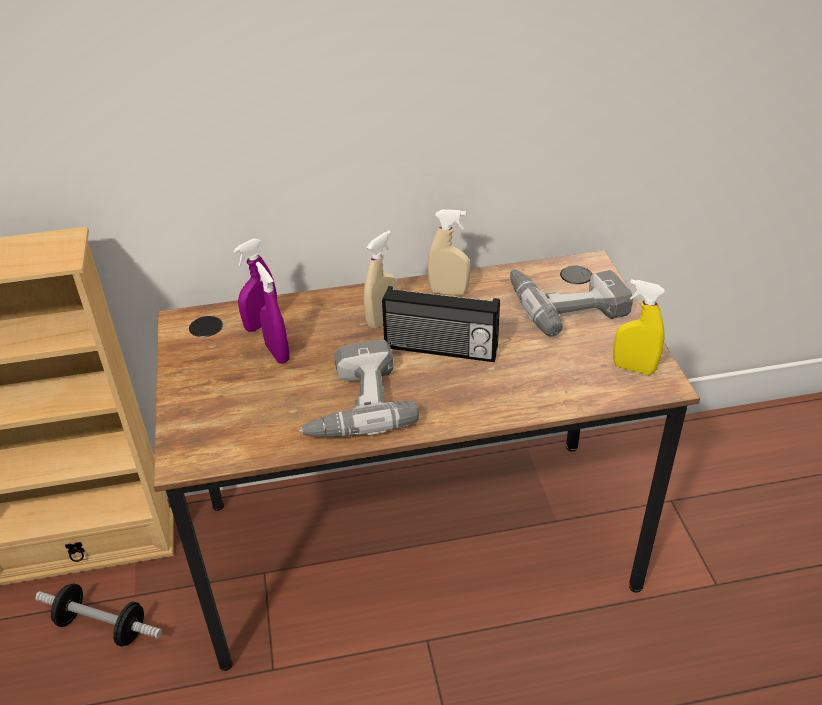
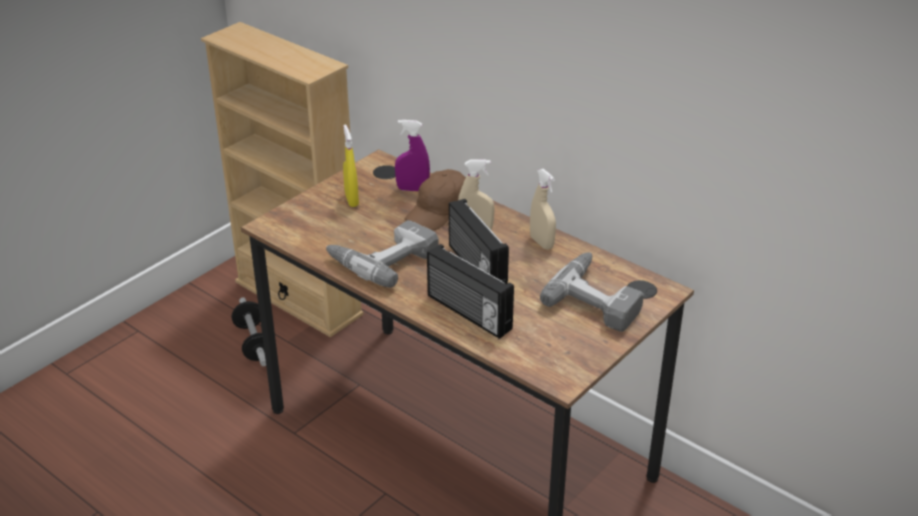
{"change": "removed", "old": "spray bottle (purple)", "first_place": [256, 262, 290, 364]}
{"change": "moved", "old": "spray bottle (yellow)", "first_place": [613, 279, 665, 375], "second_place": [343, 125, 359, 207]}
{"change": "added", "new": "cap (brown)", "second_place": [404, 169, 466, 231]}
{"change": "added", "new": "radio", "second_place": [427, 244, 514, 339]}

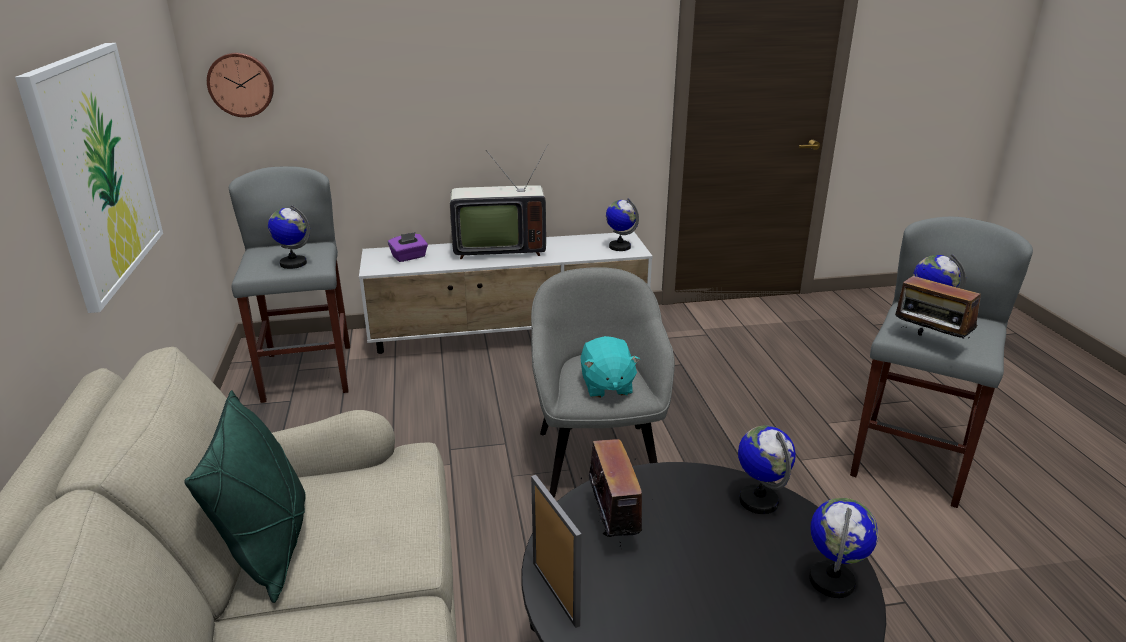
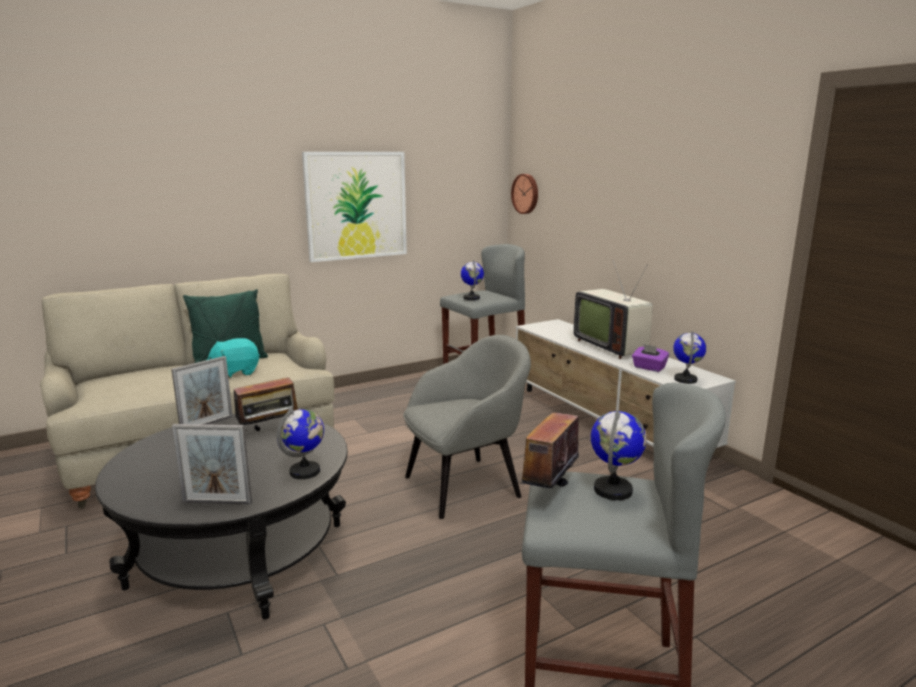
{"change": "moved", "old": "tissue box (purple)", "first_place": [388, 232, 428, 262], "second_place": [632, 344, 669, 372]}
{"change": "moved", "old": "plush toy (turquoise)", "first_place": [581, 336, 640, 398], "second_place": [207, 338, 260, 378]}
{"change": "replaced", "old": "globe", "new": "picture frame", "first_place": [809, 498, 878, 598], "second_place": [172, 424, 252, 504]}

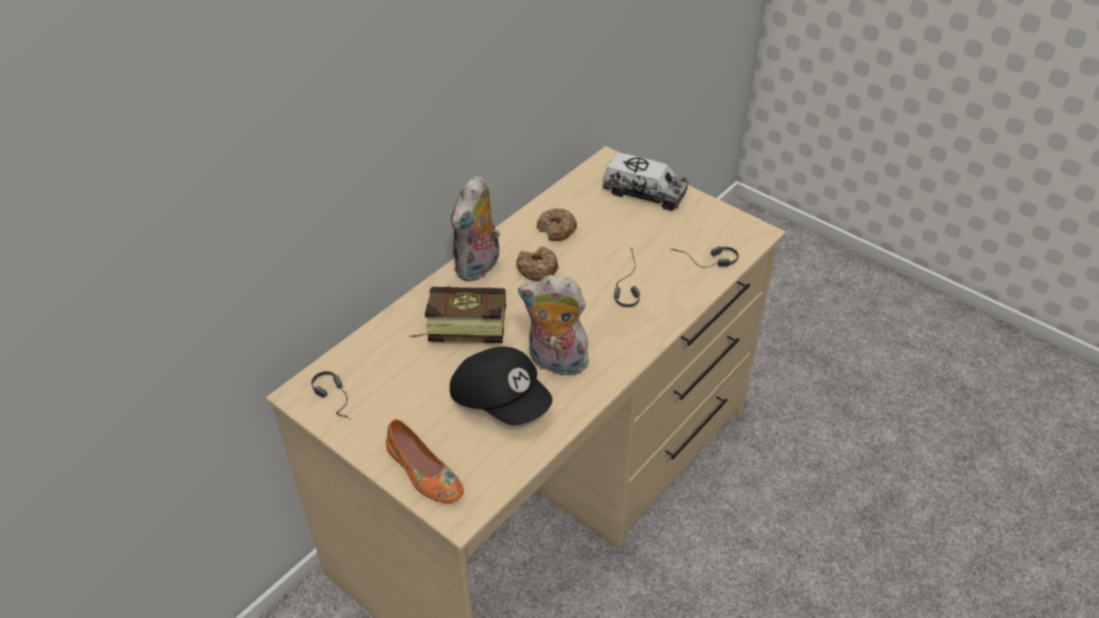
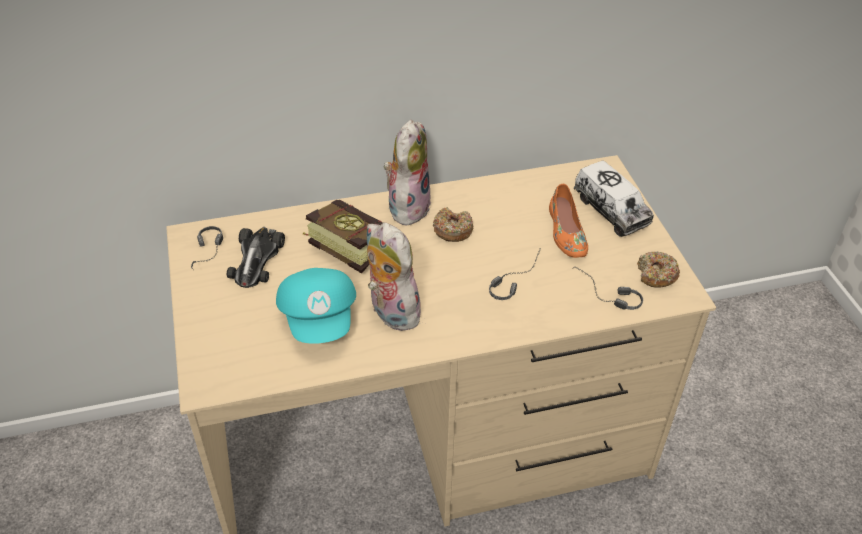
{"change": "moved", "old": "shoe (orange)", "first_place": [386, 419, 464, 503], "second_place": [549, 184, 588, 258]}
{"change": "recoloured", "old": "cap (black)", "new": "cap (turquoise)", "first_place": [450, 347, 552, 425], "second_place": [276, 268, 356, 344]}
{"change": "turned", "old": "plush toy", "first_place": [451, 176, 505, 282], "second_place": [384, 120, 431, 228], "degrees": 135}
{"change": "moved", "old": "donut", "first_place": [537, 208, 577, 241], "second_place": [637, 251, 680, 288]}
{"change": "added", "new": "toy car", "second_place": [227, 227, 285, 288]}

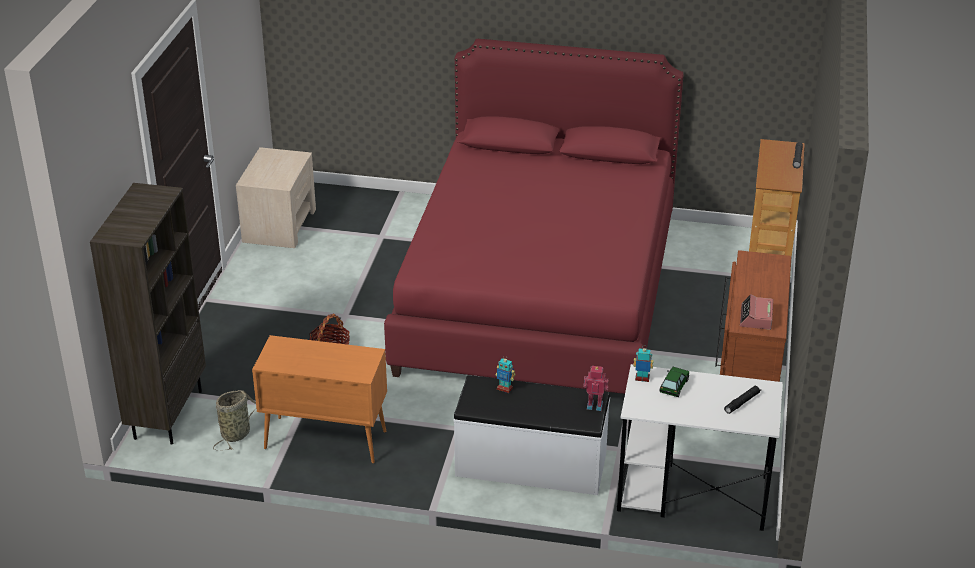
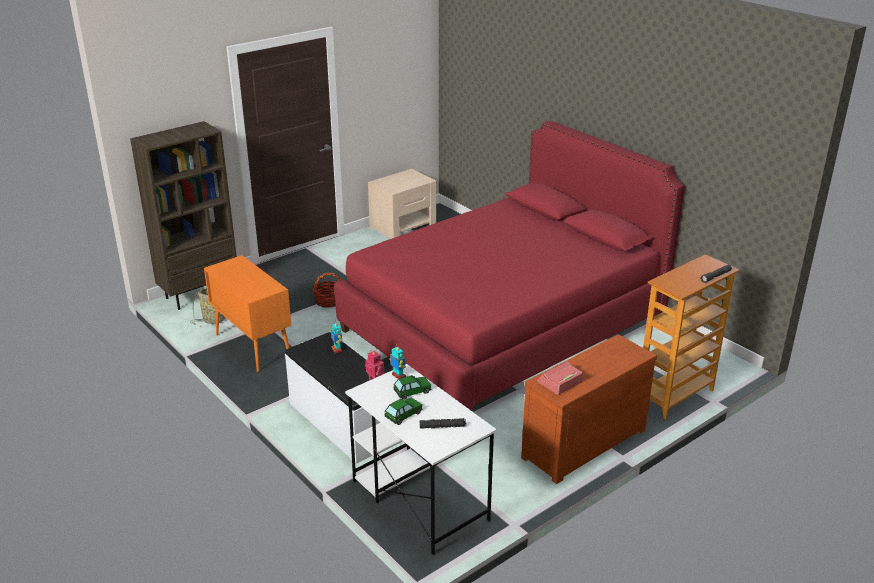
{"change": "added", "new": "toy car", "second_place": [384, 397, 423, 425]}

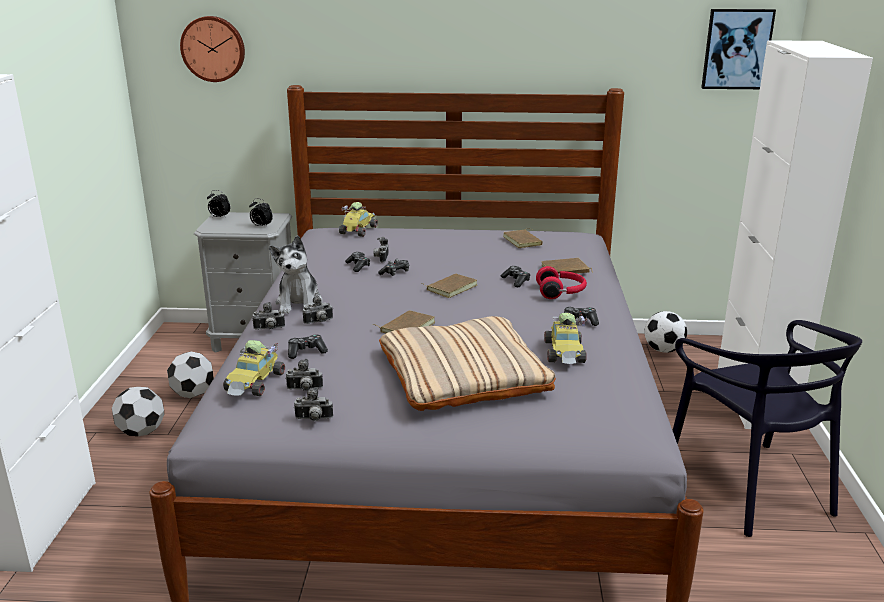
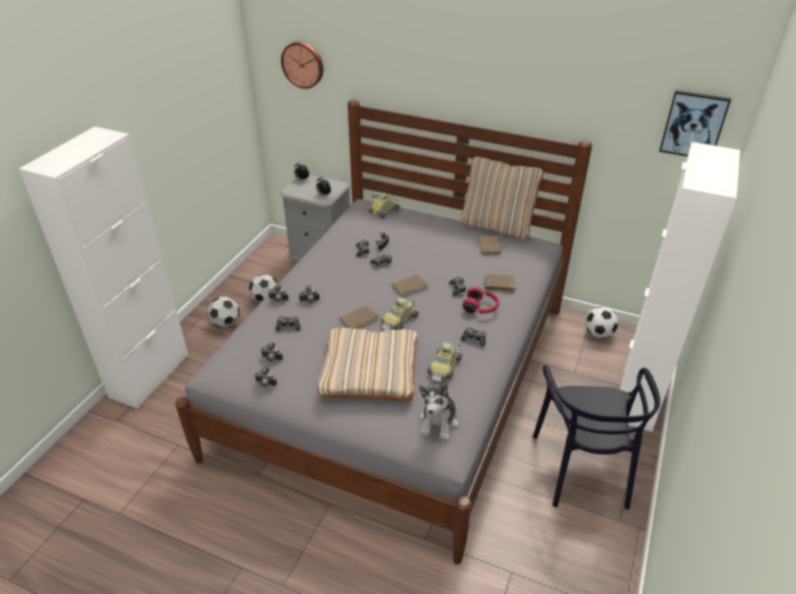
{"change": "moved", "old": "toy car", "first_place": [223, 340, 285, 396], "second_place": [381, 297, 419, 330]}
{"change": "moved", "old": "plush toy", "first_place": [269, 235, 323, 314], "second_place": [419, 383, 458, 441]}
{"change": "added", "new": "pillow (beige)", "second_place": [461, 157, 543, 240]}

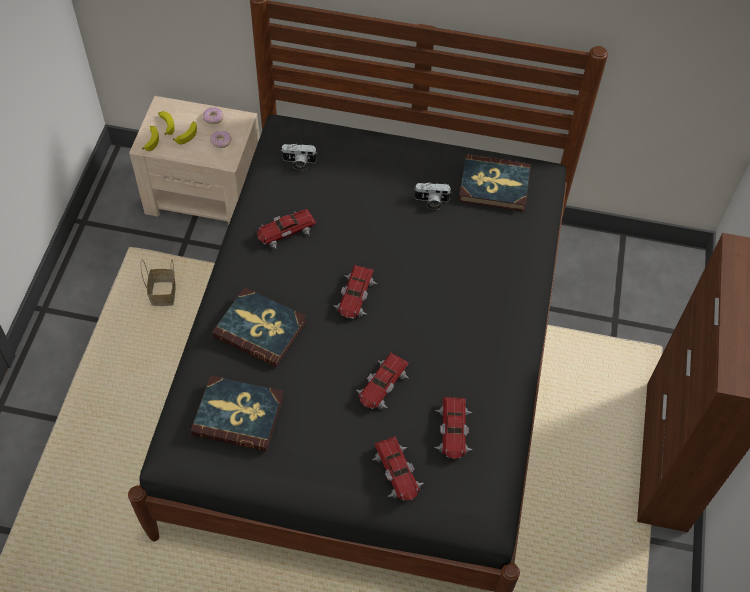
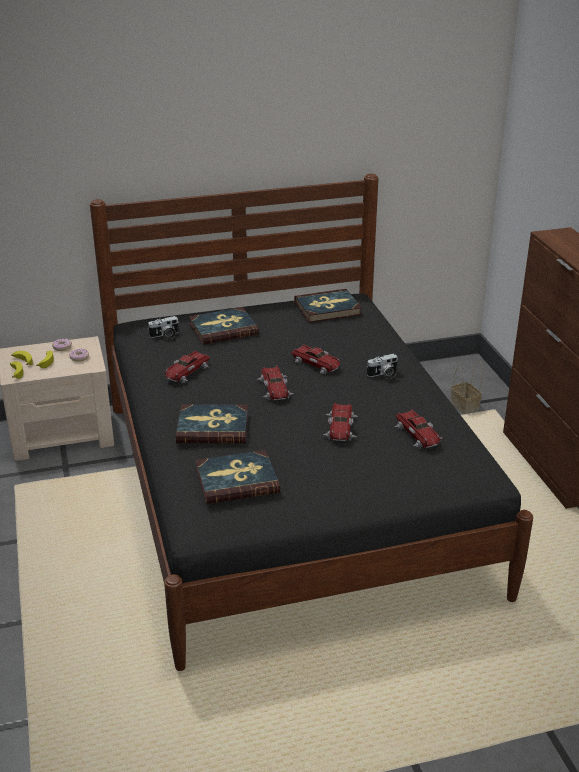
{"change": "moved", "old": "basket", "first_place": [140, 259, 176, 306], "second_place": [451, 361, 483, 414]}
{"change": "moved", "old": "toy car", "first_place": [372, 436, 424, 501], "second_place": [291, 344, 340, 374]}
{"change": "moved", "old": "photo camera", "first_place": [414, 183, 451, 210], "second_place": [367, 354, 398, 379]}
{"change": "added", "new": "book", "second_place": [189, 307, 259, 345]}

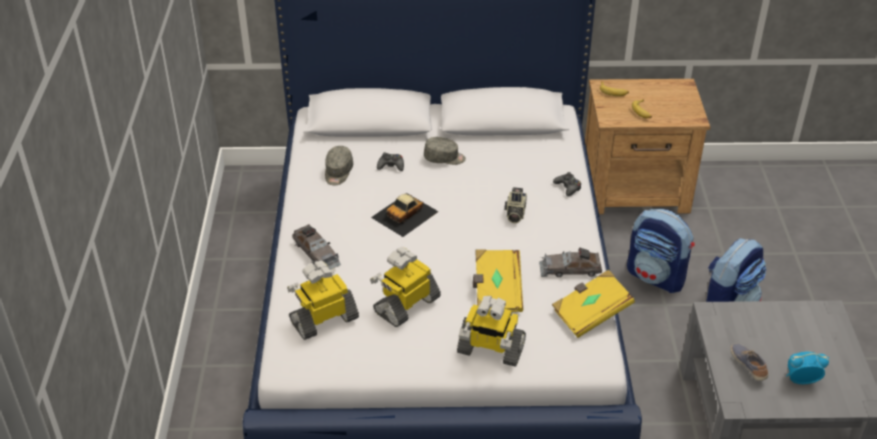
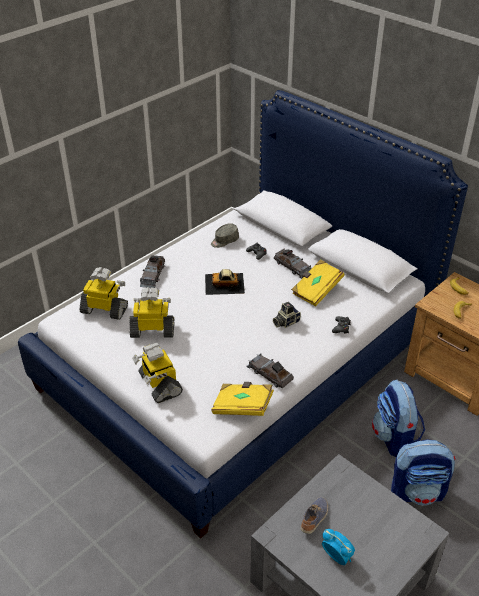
{"change": "replaced", "old": "cap (grey)", "new": "toy car (grey)", "first_place": [424, 137, 466, 165], "second_place": [274, 249, 311, 279]}
{"change": "moved", "old": "book (yellow)", "first_place": [473, 249, 523, 312], "second_place": [291, 259, 345, 307]}

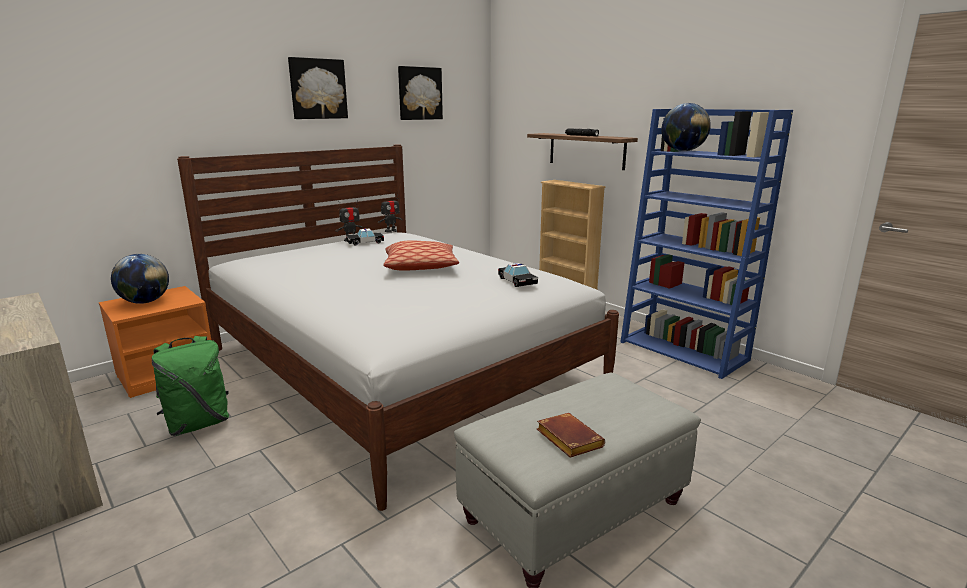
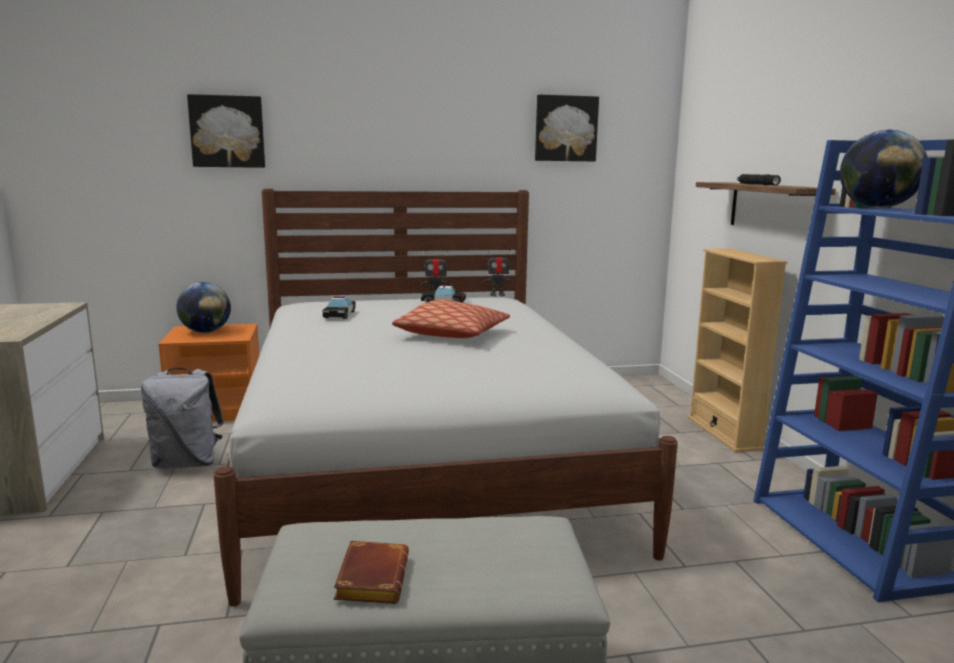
{"change": "recoloured", "old": "backpack (green)", "new": "backpack (grey)", "first_place": [152, 336, 229, 436], "second_place": [141, 368, 224, 468]}
{"change": "moved", "old": "picture", "first_place": [288, 57, 348, 119], "second_place": [187, 94, 265, 168]}
{"change": "moved", "old": "toy car", "first_place": [498, 263, 538, 287], "second_place": [323, 296, 355, 319]}

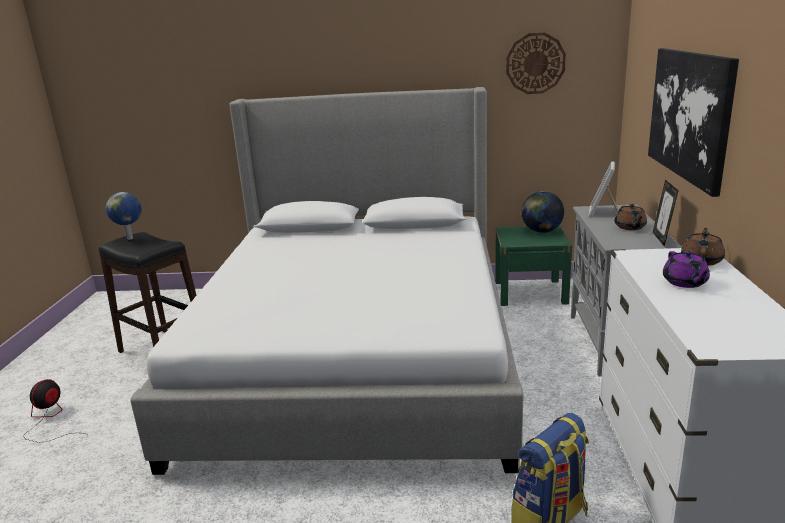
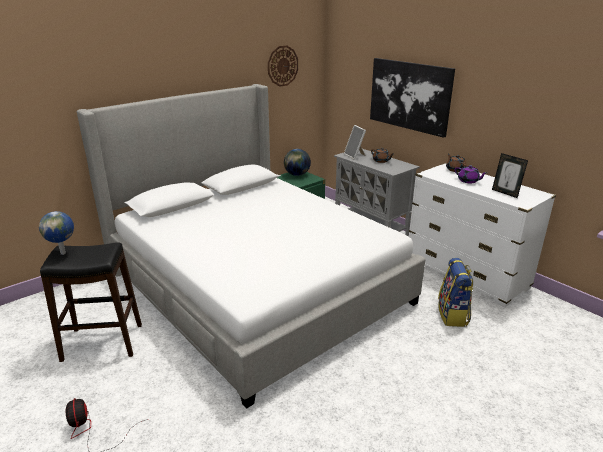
{"change": "moved", "old": "picture frame", "first_place": [653, 180, 678, 247], "second_place": [492, 153, 528, 198]}

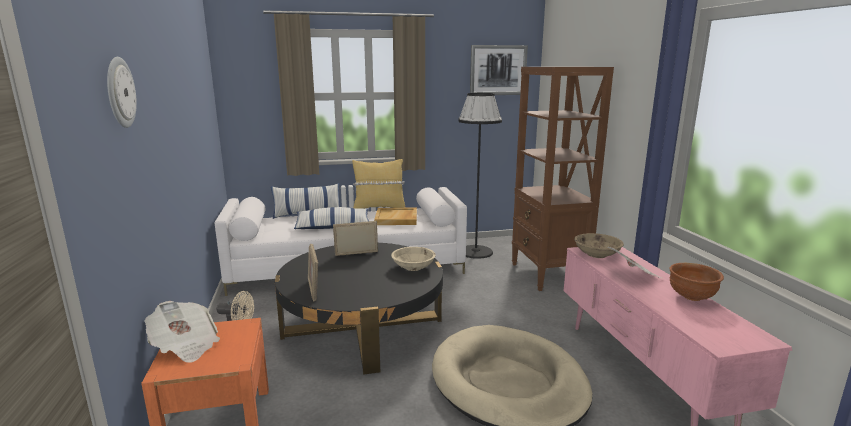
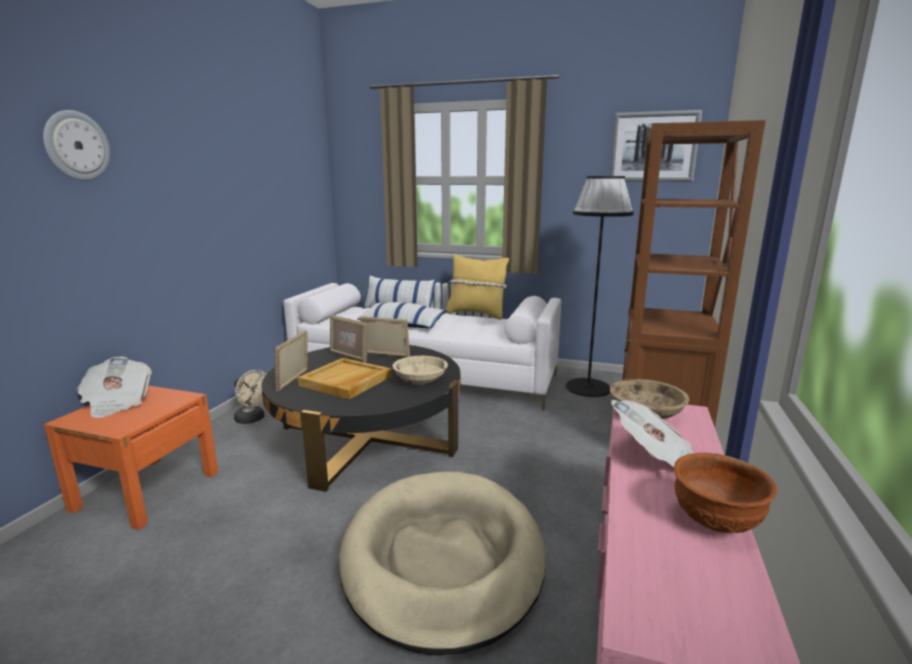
{"change": "moved", "old": "tray (beige)", "first_place": [374, 208, 417, 225], "second_place": [298, 358, 391, 399]}
{"change": "added", "new": "picture frame", "second_place": [330, 315, 368, 363]}

